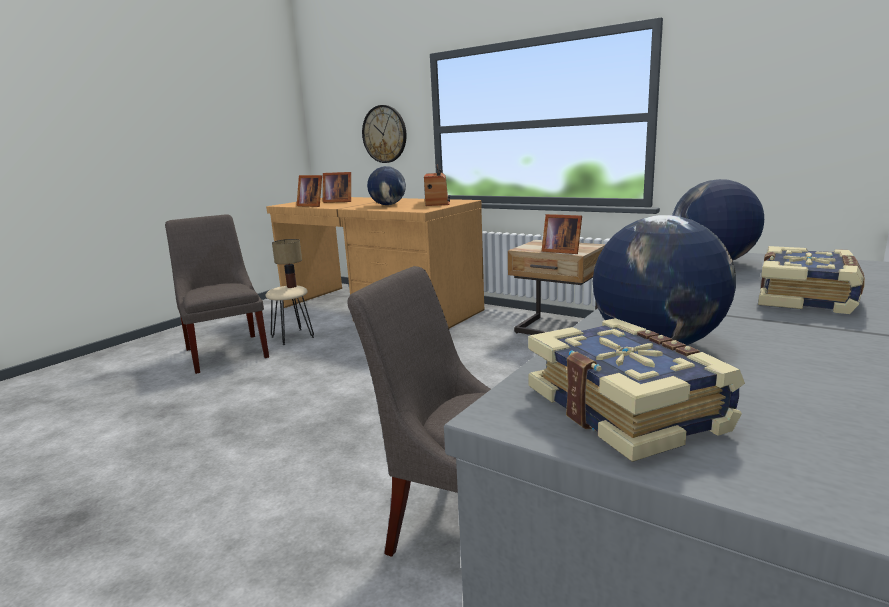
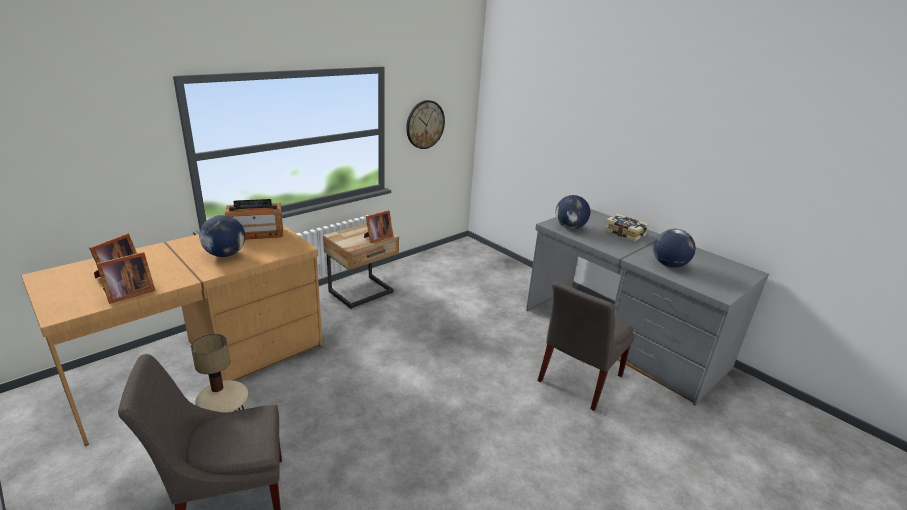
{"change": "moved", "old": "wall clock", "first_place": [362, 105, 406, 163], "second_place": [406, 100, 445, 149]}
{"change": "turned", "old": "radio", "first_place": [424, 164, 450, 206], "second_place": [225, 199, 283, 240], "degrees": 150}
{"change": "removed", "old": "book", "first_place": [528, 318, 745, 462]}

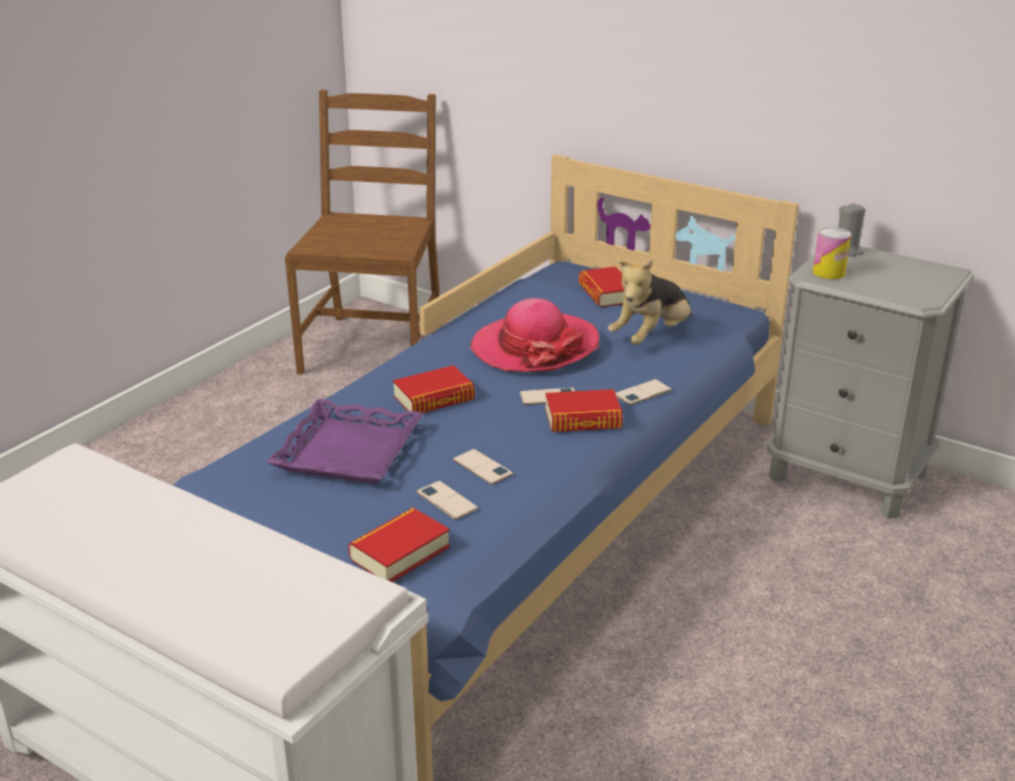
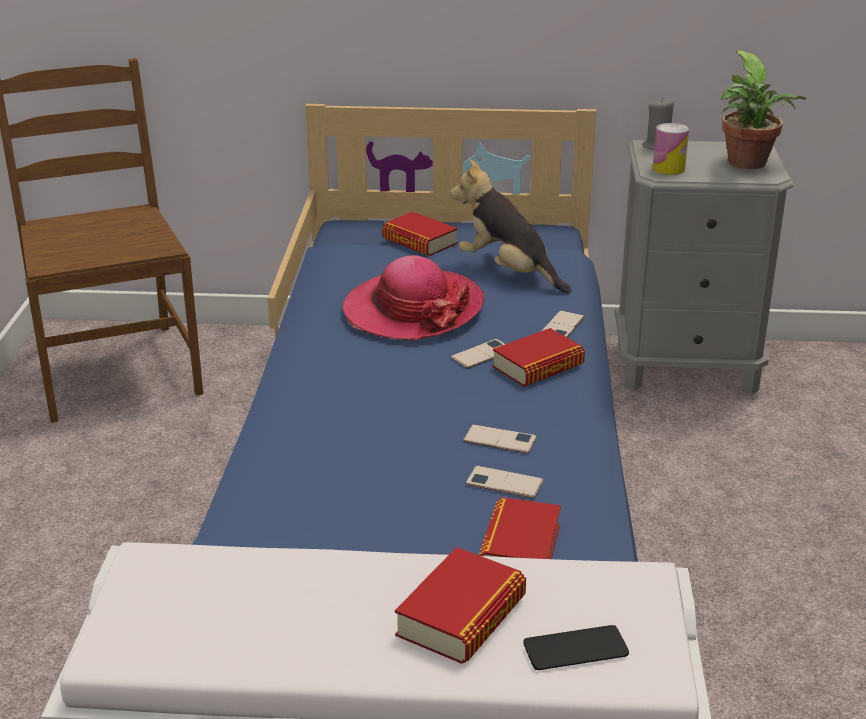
{"change": "removed", "old": "tray (purple)", "first_place": [266, 399, 424, 484]}
{"change": "moved", "old": "book", "first_place": [393, 365, 475, 416], "second_place": [395, 547, 526, 664]}
{"change": "turned", "old": "plush toy", "first_place": [608, 259, 692, 345], "second_place": [450, 159, 572, 294], "degrees": 120}
{"change": "added", "new": "phone", "second_place": [523, 625, 629, 670]}
{"change": "added", "new": "potted plant", "second_place": [721, 50, 806, 169]}

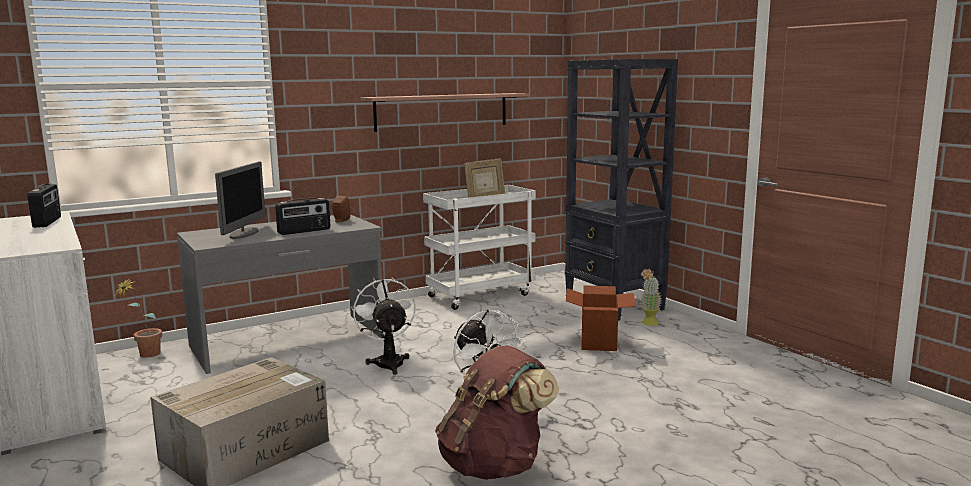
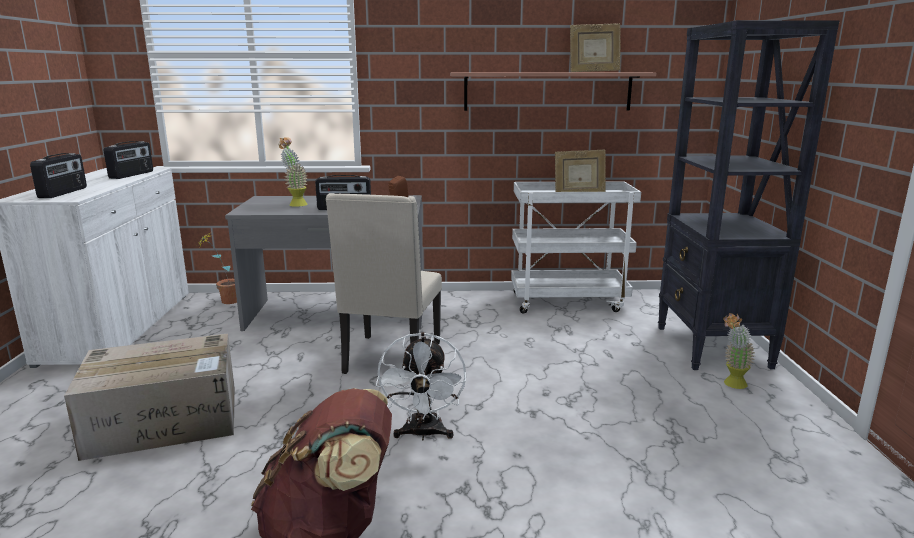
{"change": "replaced", "old": "monitor", "new": "potted plant", "first_place": [215, 162, 266, 239], "second_place": [278, 137, 308, 207]}
{"change": "replaced", "old": "fan (white)", "new": "chair (beige)", "first_place": [351, 277, 416, 375], "second_place": [326, 193, 442, 374]}
{"change": "removed", "old": "cardboard box", "first_place": [566, 285, 636, 351]}
{"change": "added", "new": "radio", "second_place": [30, 153, 87, 198]}
{"change": "added", "new": "picture frame", "second_place": [570, 23, 620, 72]}

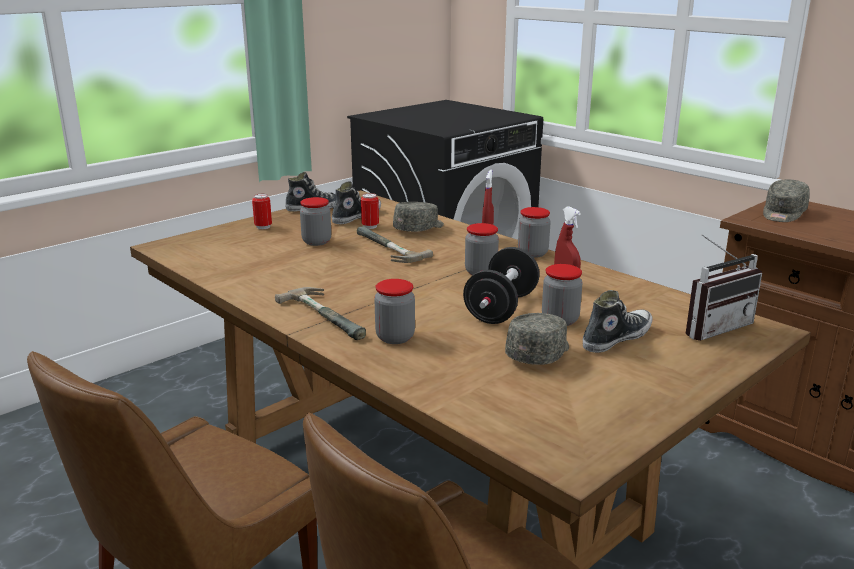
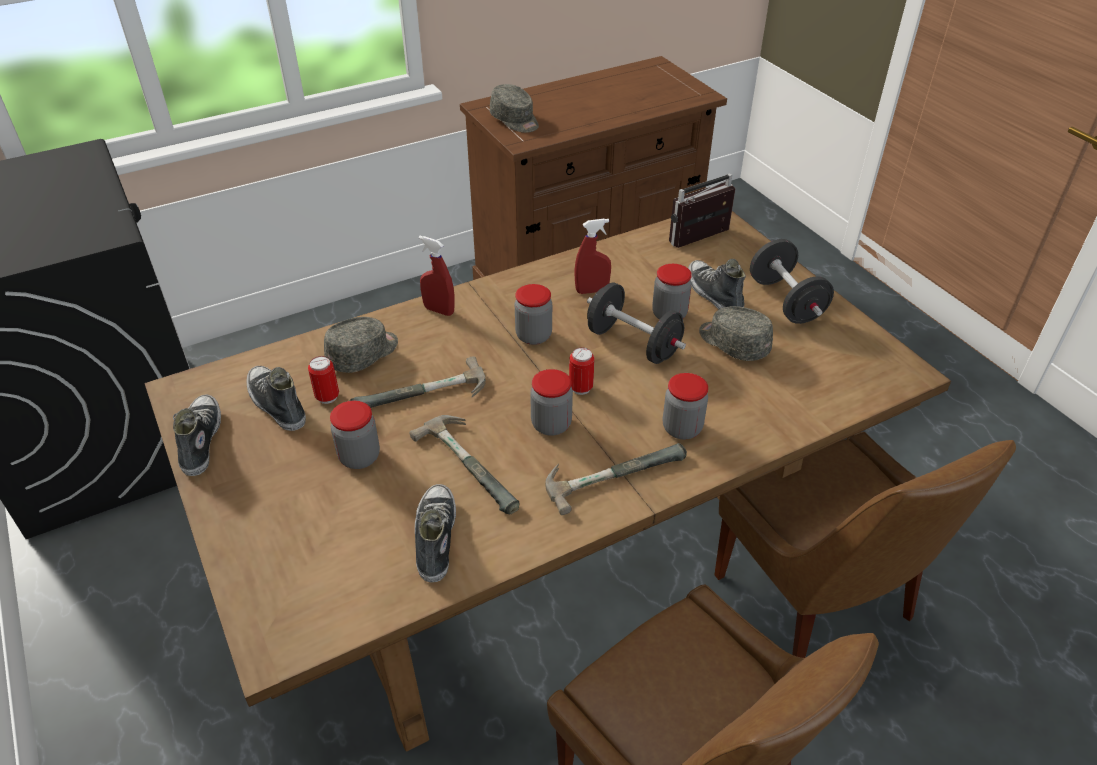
{"change": "moved", "old": "can", "first_place": [252, 194, 272, 229], "second_place": [569, 347, 594, 395]}
{"change": "turned", "old": "cap (grey)", "first_place": [393, 202, 444, 232], "second_place": [324, 317, 398, 373], "degrees": 75}
{"change": "moved", "old": "jar", "first_place": [518, 207, 551, 258], "second_place": [530, 369, 573, 436]}
{"change": "turned", "old": "radio", "first_place": [686, 234, 762, 341], "second_place": [669, 173, 735, 248], "degrees": -105}
{"change": "added", "new": "hammer", "second_place": [410, 415, 519, 514]}
{"change": "added", "new": "shoe", "second_place": [415, 484, 456, 582]}
{"change": "added", "new": "dumbbell (black)", "second_place": [750, 239, 834, 324]}

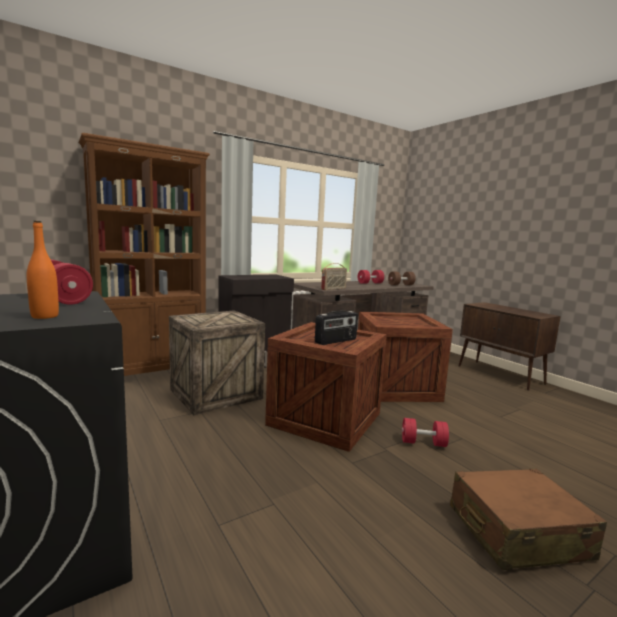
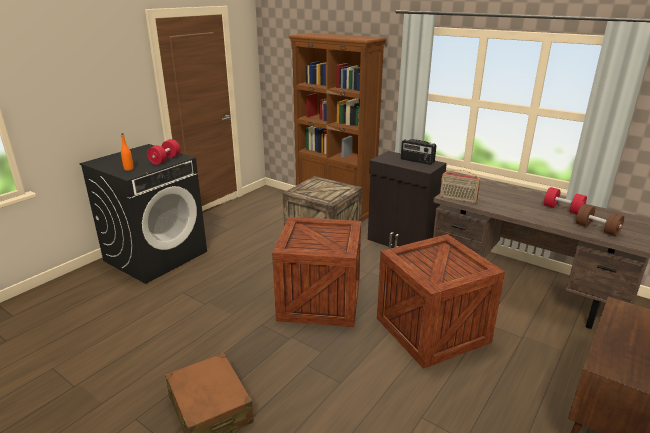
{"change": "moved", "old": "radio", "first_place": [315, 311, 358, 345], "second_place": [401, 139, 436, 165]}
{"change": "removed", "old": "dumbbell (red)", "first_place": [402, 418, 449, 447]}

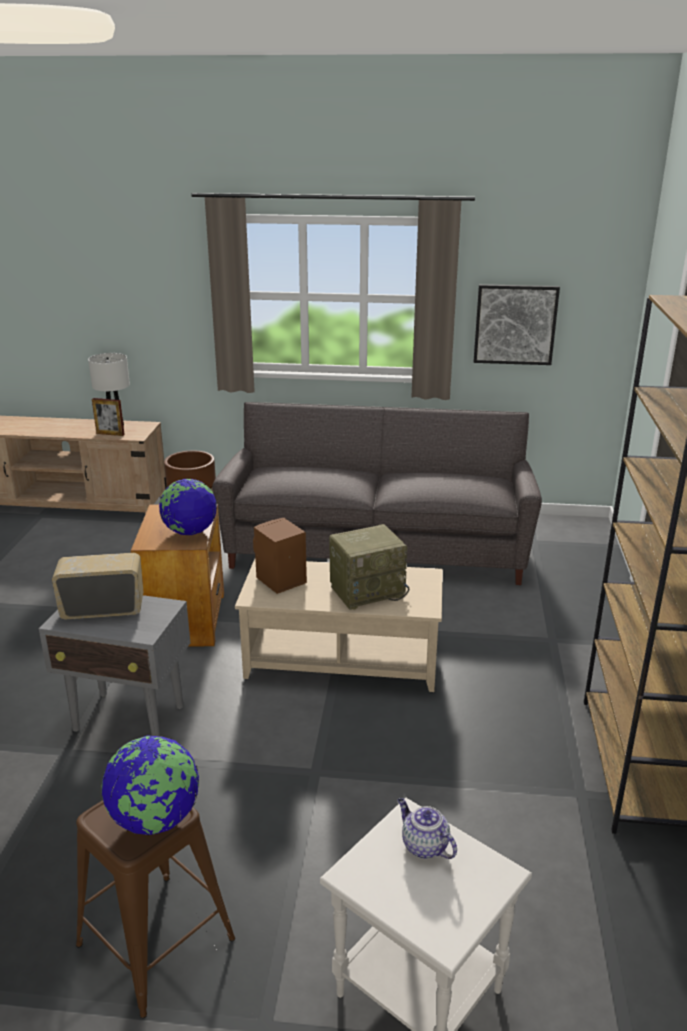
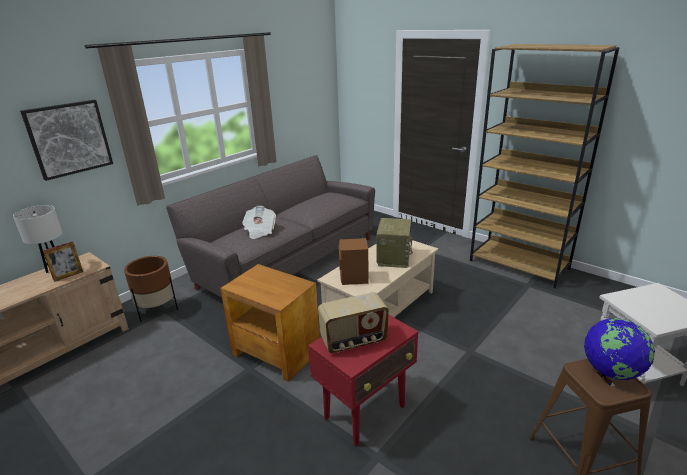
{"change": "recoloured", "old": "side table (grey)", "new": "side table (red)", "first_place": [39, 595, 190, 736], "second_place": [308, 315, 418, 446]}
{"change": "turned", "old": "radio", "first_place": [52, 553, 143, 619], "second_place": [318, 292, 389, 353], "degrees": -135}
{"change": "removed", "old": "globe", "first_place": [159, 479, 217, 535]}
{"change": "removed", "old": "teapot", "first_place": [398, 798, 457, 859]}
{"change": "moved", "old": "picture", "first_place": [474, 284, 560, 365], "second_place": [20, 100, 113, 181]}
{"change": "added", "new": "newspaper", "second_place": [242, 206, 276, 239]}

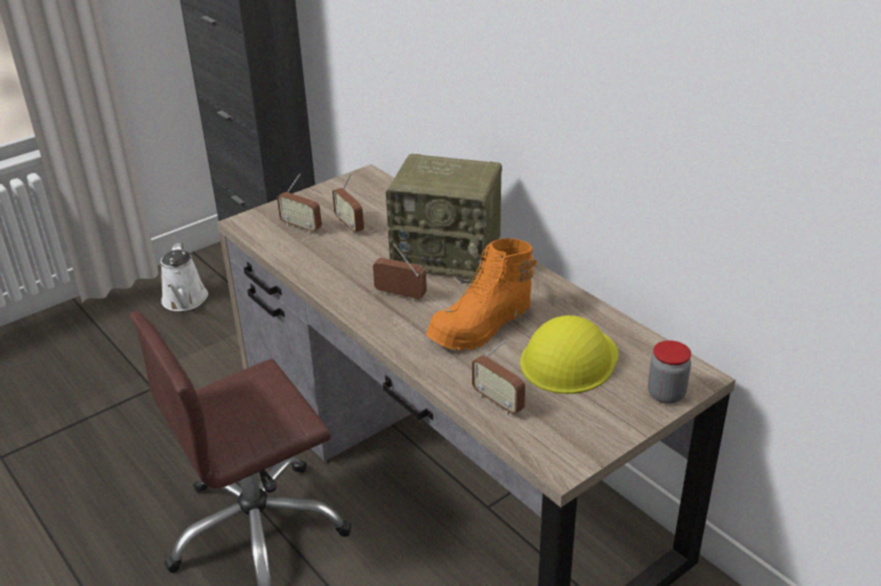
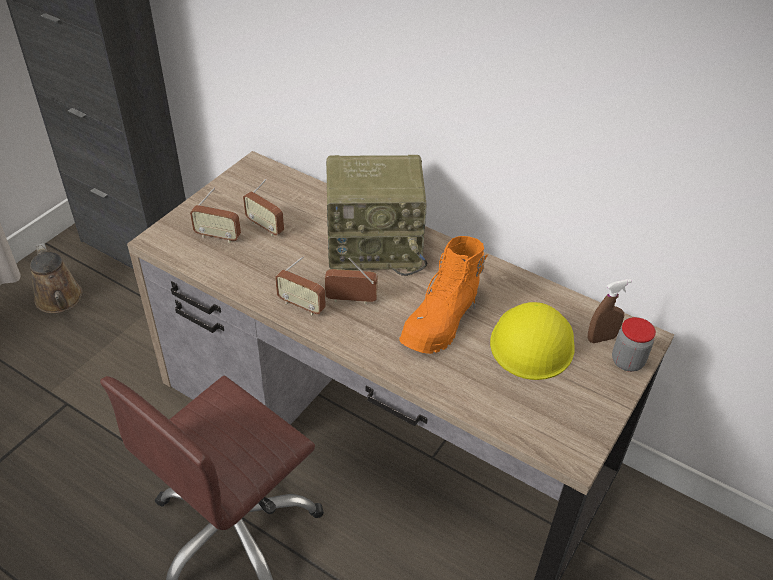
{"change": "recoloured", "old": "watering can (white)", "new": "watering can (brown)", "first_place": [161, 243, 208, 311], "second_place": [30, 243, 82, 313]}
{"change": "moved", "old": "radio", "first_place": [472, 340, 525, 415], "second_place": [275, 256, 326, 315]}
{"change": "added", "new": "spray bottle (brown)", "second_place": [588, 279, 632, 343]}

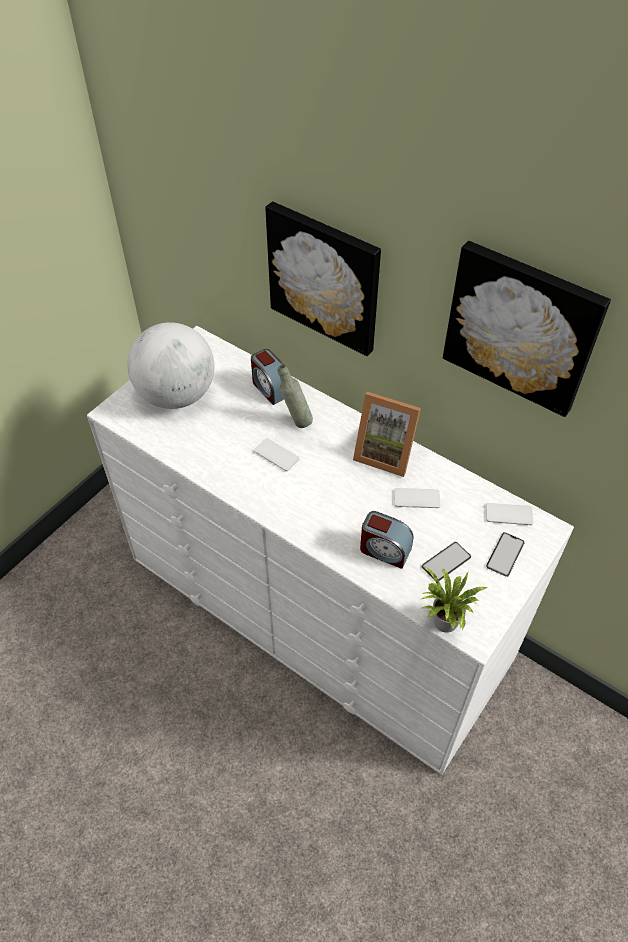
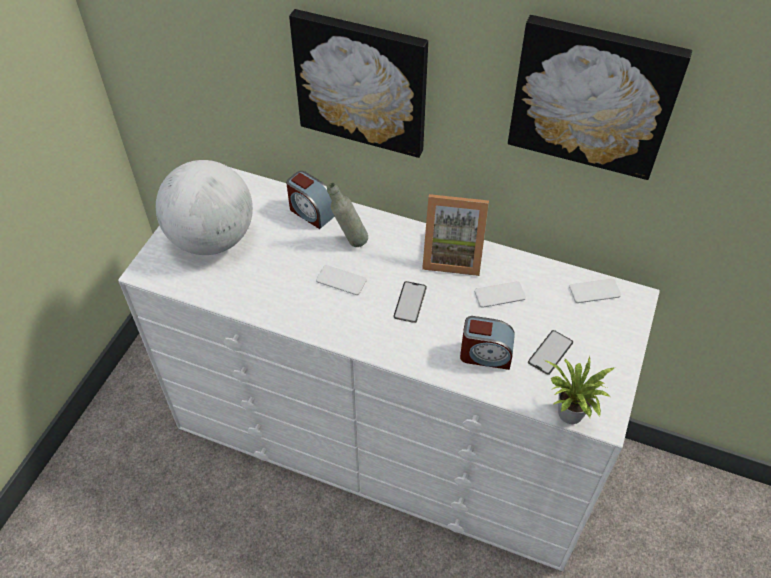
{"change": "moved", "old": "phone", "first_place": [486, 532, 525, 577], "second_place": [393, 281, 427, 323]}

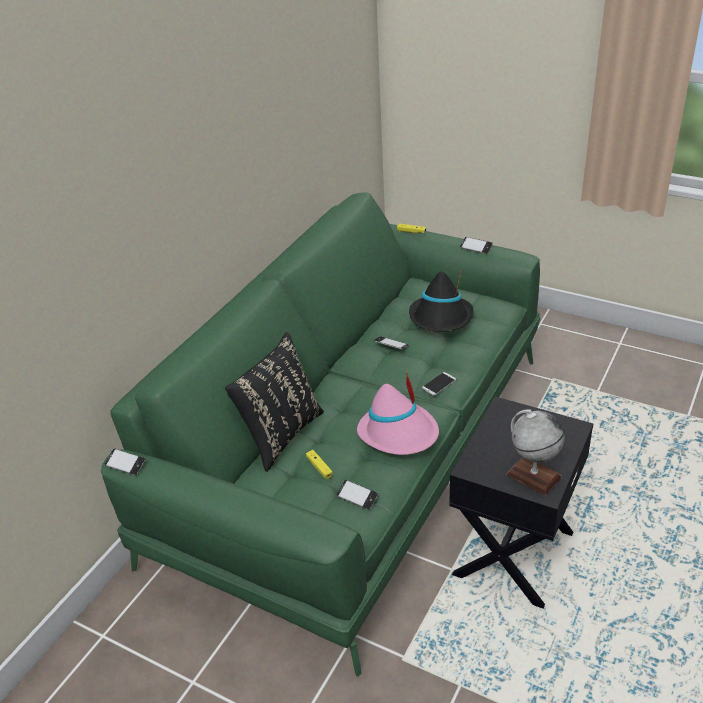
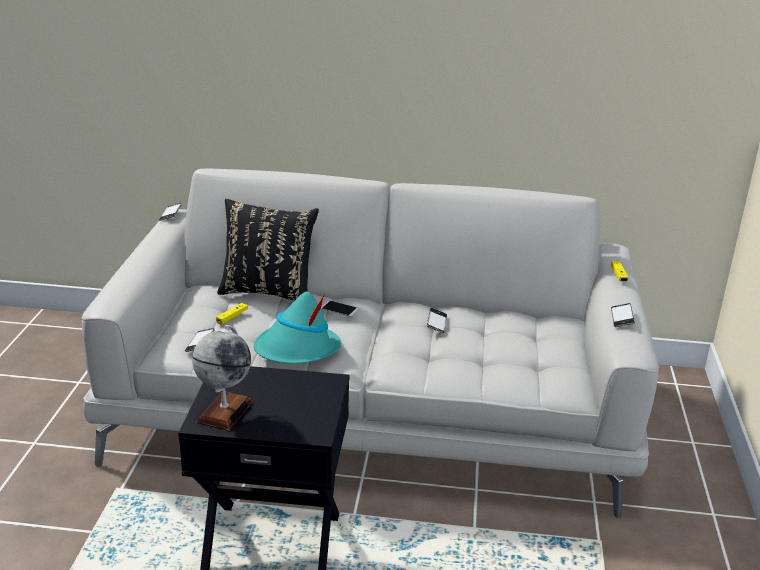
{"change": "recoloured", "old": "sofa (green)", "new": "sofa (white)", "first_place": [101, 192, 541, 676], "second_place": [82, 168, 659, 518]}
{"change": "recoloured", "old": "hat (pink)", "new": "hat (turquoise)", "first_place": [357, 371, 439, 455], "second_place": [254, 292, 342, 364]}
{"change": "removed", "old": "hat (black)", "first_place": [409, 271, 474, 332]}
{"change": "moved", "old": "phone", "first_place": [422, 372, 456, 395], "second_place": [321, 300, 359, 317]}

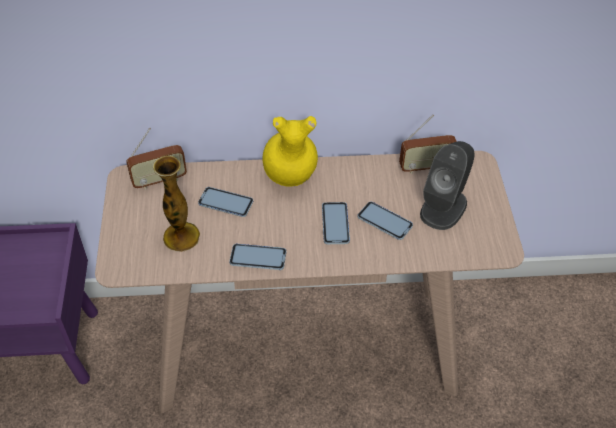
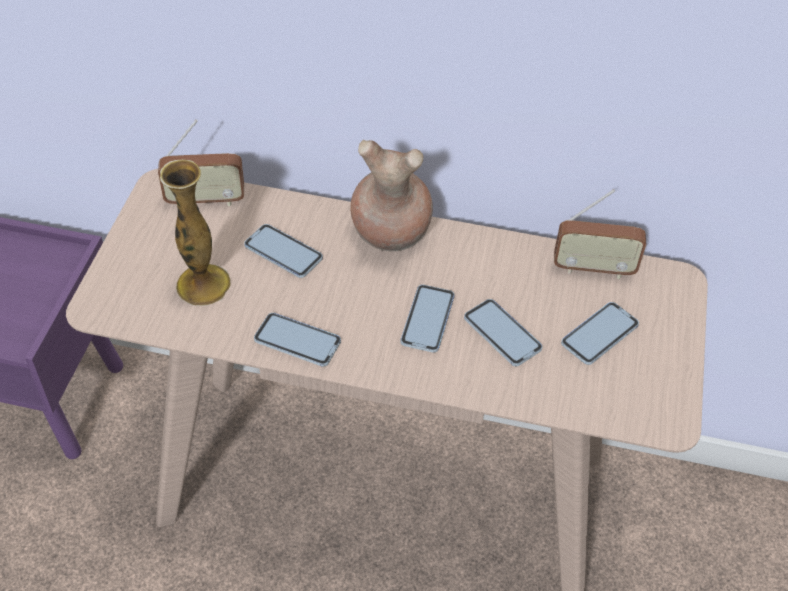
{"change": "recoloured", "old": "vase (yellow)", "new": "vase (brown)", "first_place": [262, 116, 318, 187], "second_place": [350, 140, 433, 252]}
{"change": "replaced", "old": "speaker (grey)", "new": "phone", "first_place": [420, 141, 475, 230], "second_place": [561, 302, 639, 365]}

